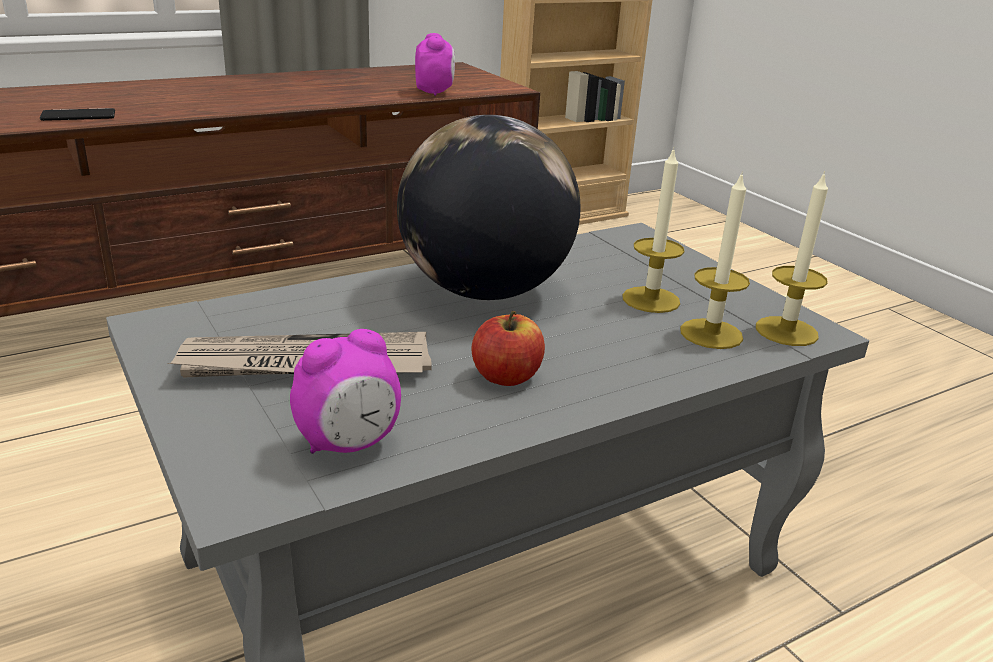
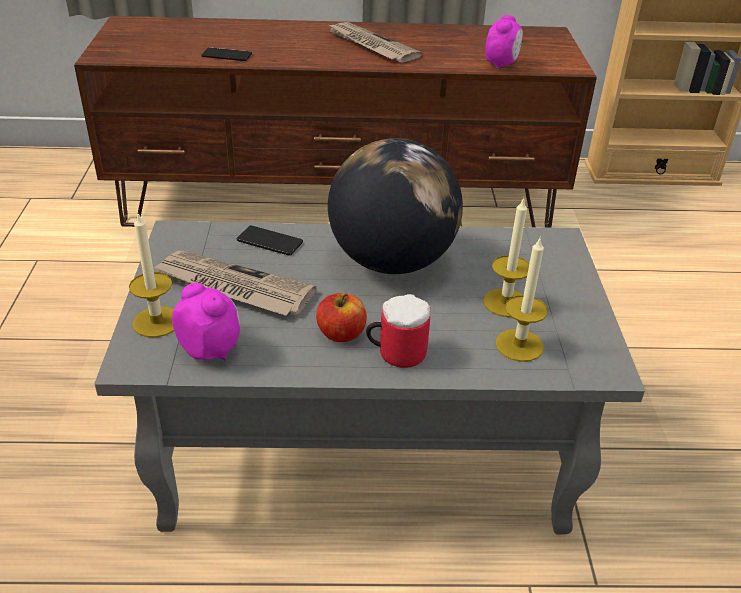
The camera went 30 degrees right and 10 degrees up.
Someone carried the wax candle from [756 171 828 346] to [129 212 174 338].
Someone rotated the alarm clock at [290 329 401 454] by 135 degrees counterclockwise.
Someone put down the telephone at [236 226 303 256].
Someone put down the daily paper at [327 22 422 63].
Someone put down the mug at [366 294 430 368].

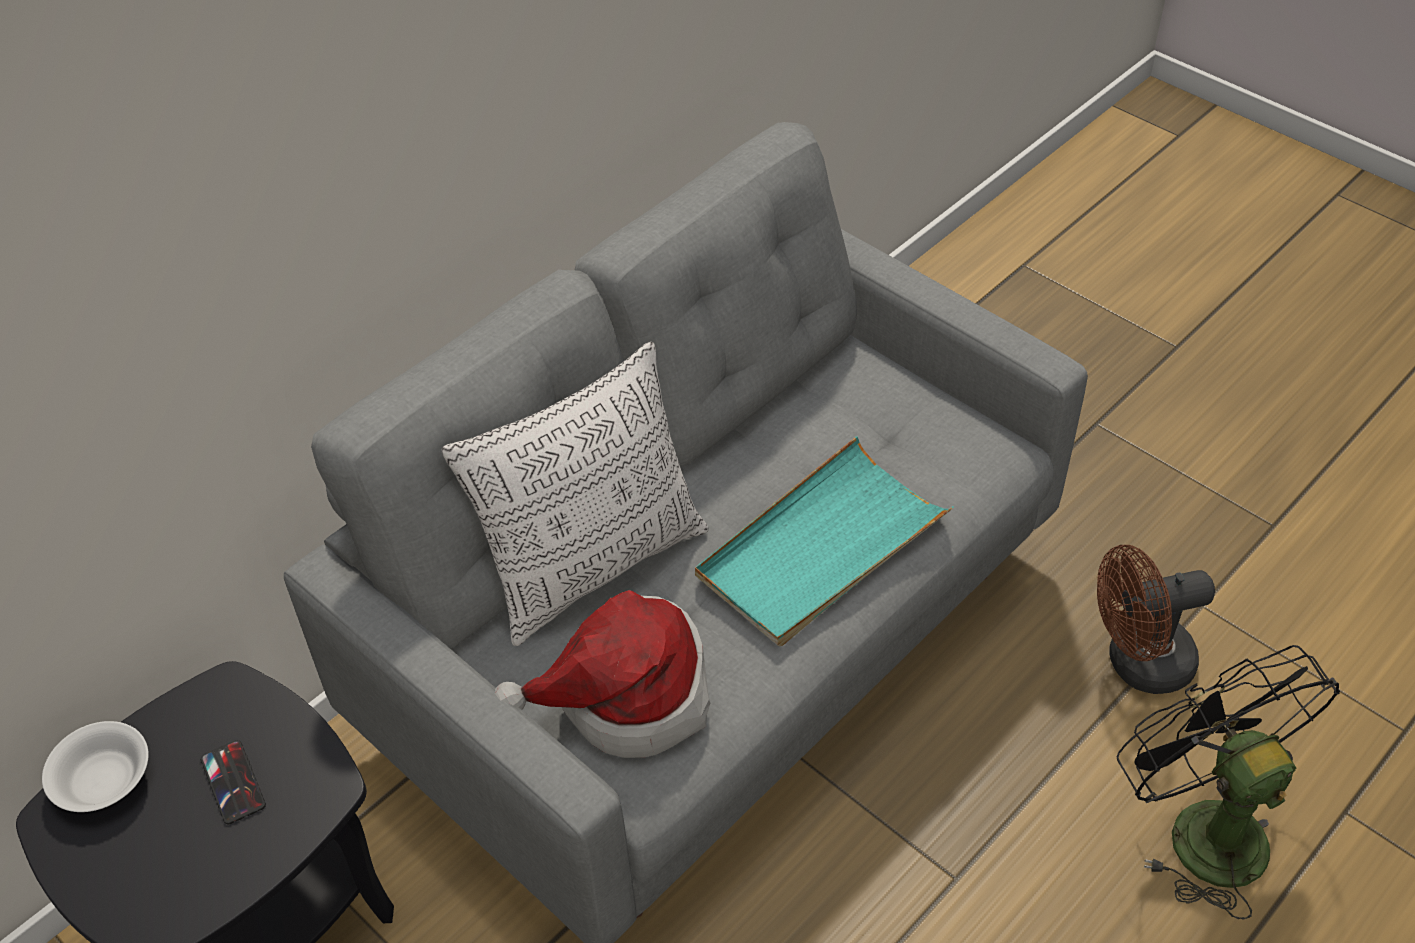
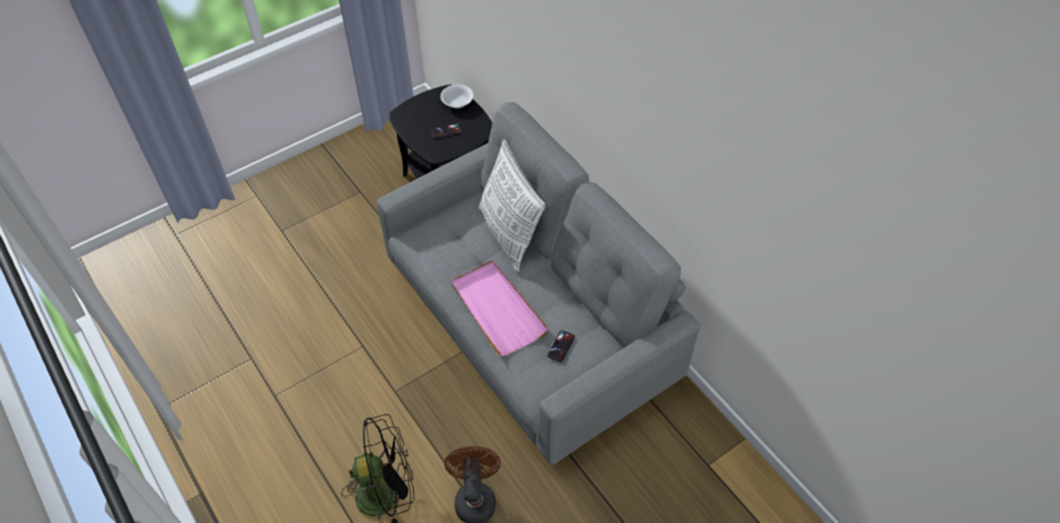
The camera went 100 degrees right and 5 degrees up.
Someone repainted the turquoise-coloured tray at [695 436 954 646], which became the pink tray at [451 260 549 356].
Someone put down the telephone at [547 330 575 362].
Someone took away the clothing hat at [495 590 710 758].

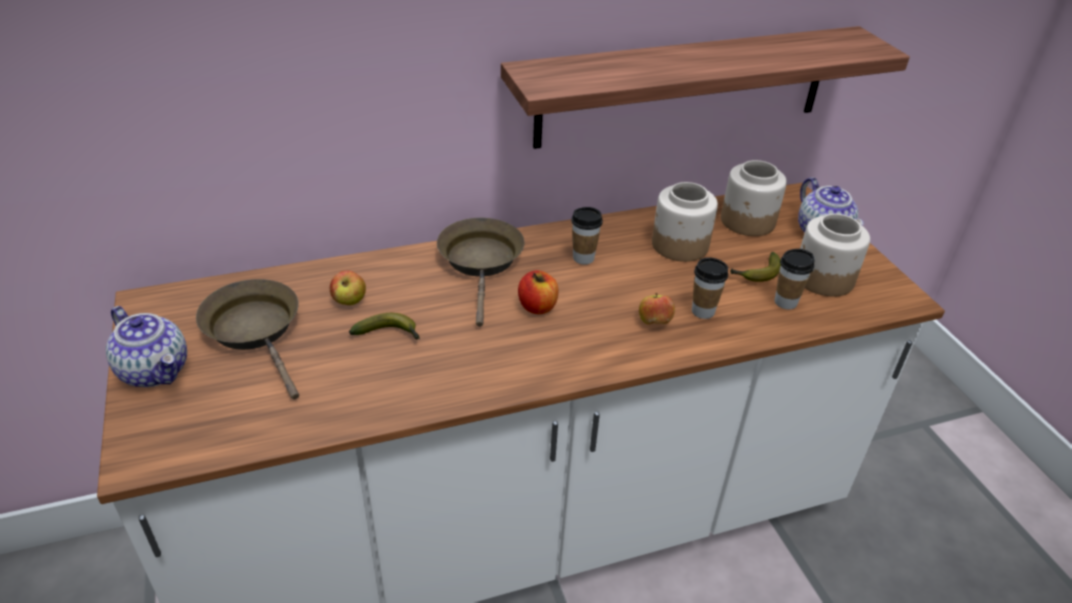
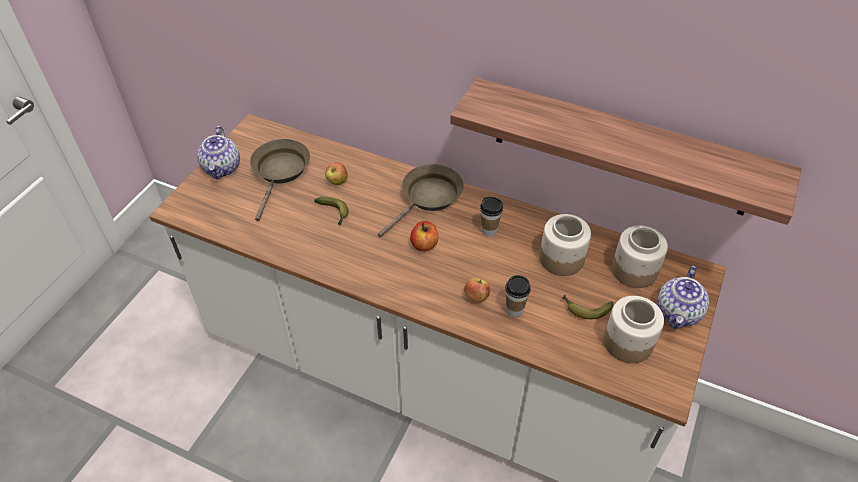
The camera went 45 degrees right and 10 degrees up.
Someone took away the drinking cup at [775 249 815 309].

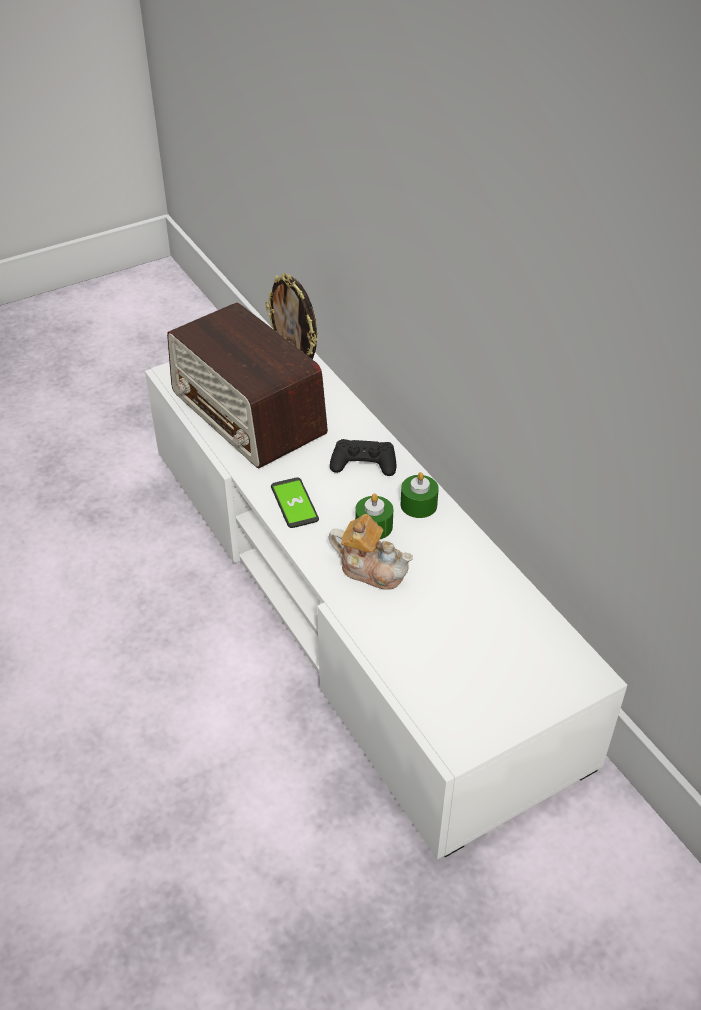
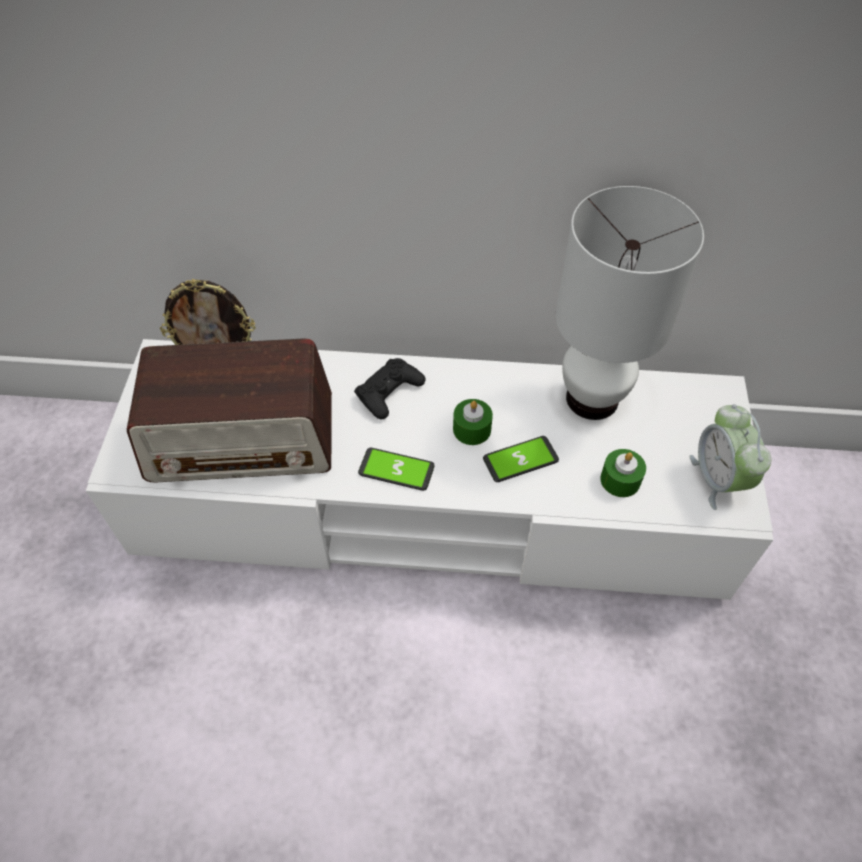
The camera went 55 degrees left and 10 degrees up.
Someone swapped the teapot at [328 514 413 590] for the telephone at [483 436 559 482].
Someone put down the whitish lamp for a table at [556 186 704 420].
Someone carried the greenish wax candle from [401 472 439 518] to [600 449 646 497].
Someone put down the alarm clock at [690 404 771 510].

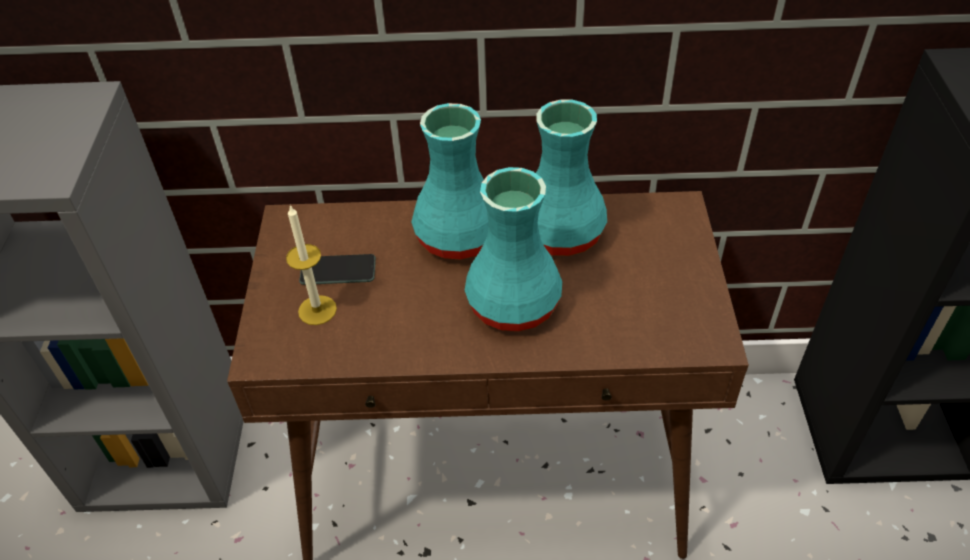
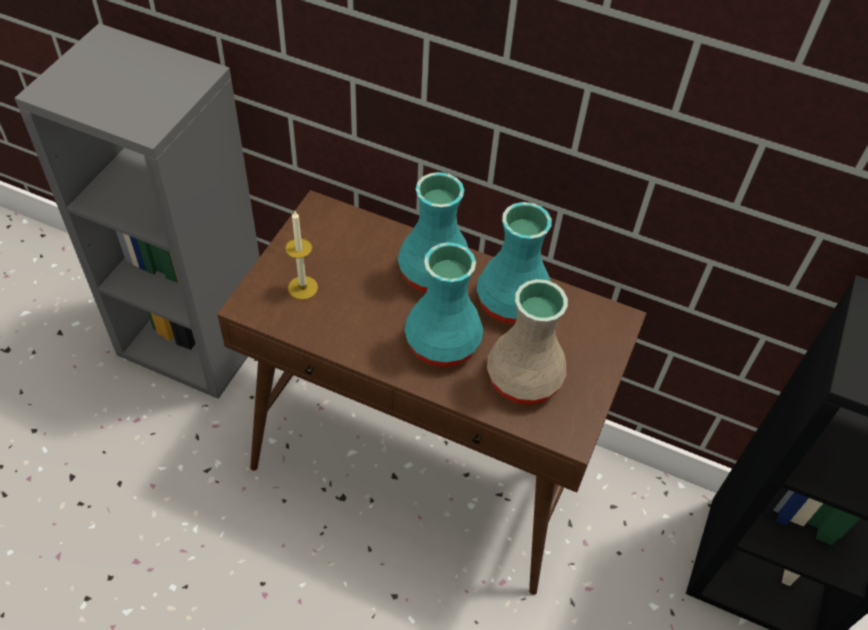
The camera went 20 degrees right and 5 degrees up.
Someone put down the sand-coloured decorative vase at [487 279 568 405].
Someone took away the telephone at [299 254 376 285].

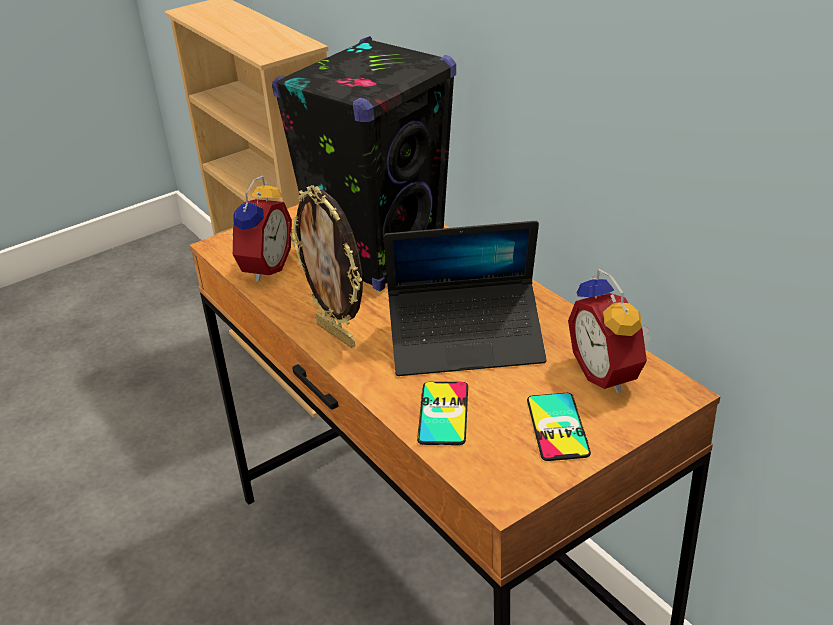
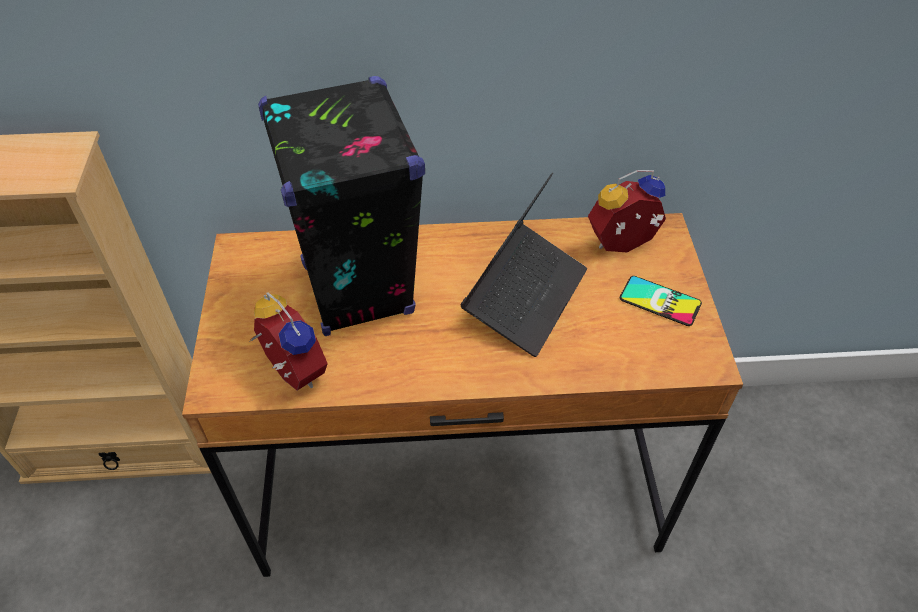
The camera went 60 degrees left and 15 degrees up.
Someone rotated the alarm clock at [568 269 651 394] by 150 degrees clockwise.
Someone took away the photo frame at [290 185 363 348].
Someone took away the telephone at [417 382 468 445].

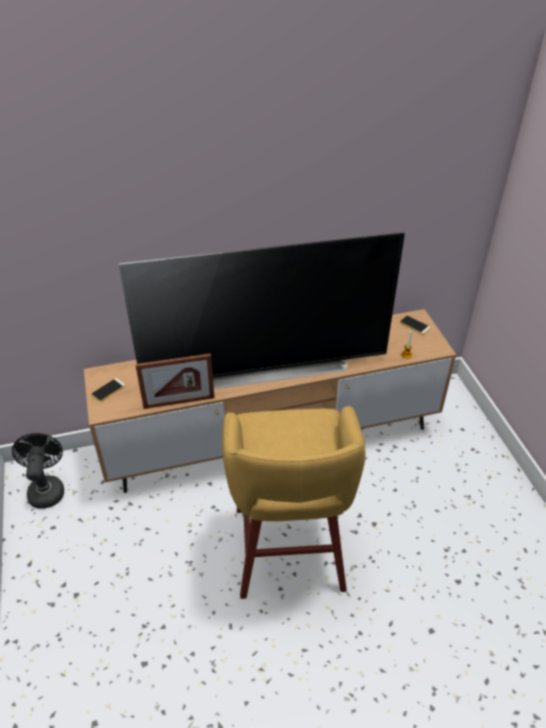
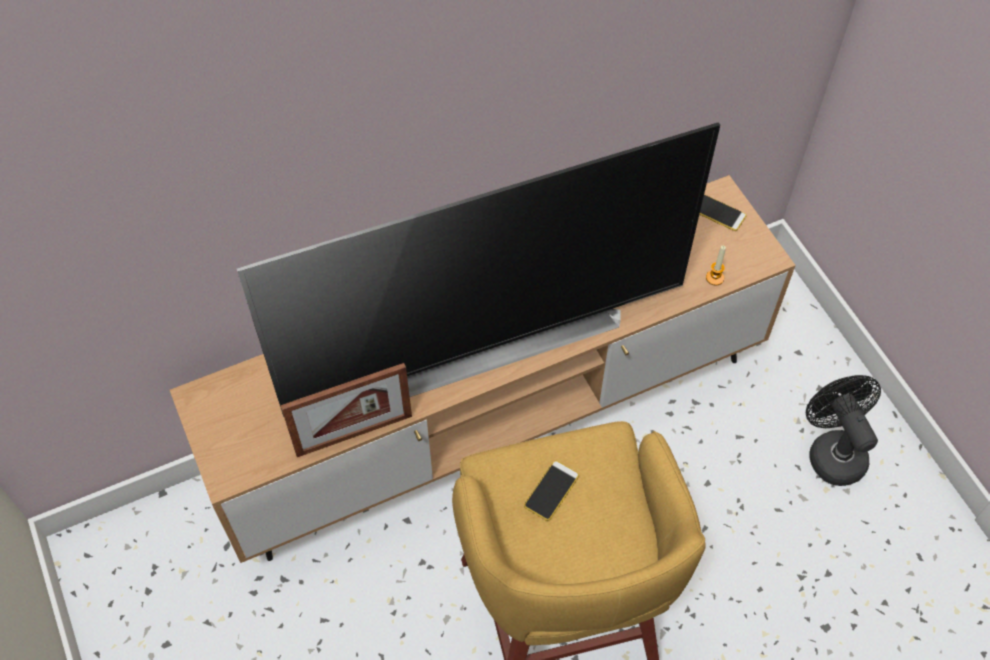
The camera went 10 degrees left and 15 degrees up.
Someone carried the telephone from [91 378 126 402] to [524 461 579 521].
Someone carried the black cooling fan from [12 433 64 509] to [806 375 881 486].

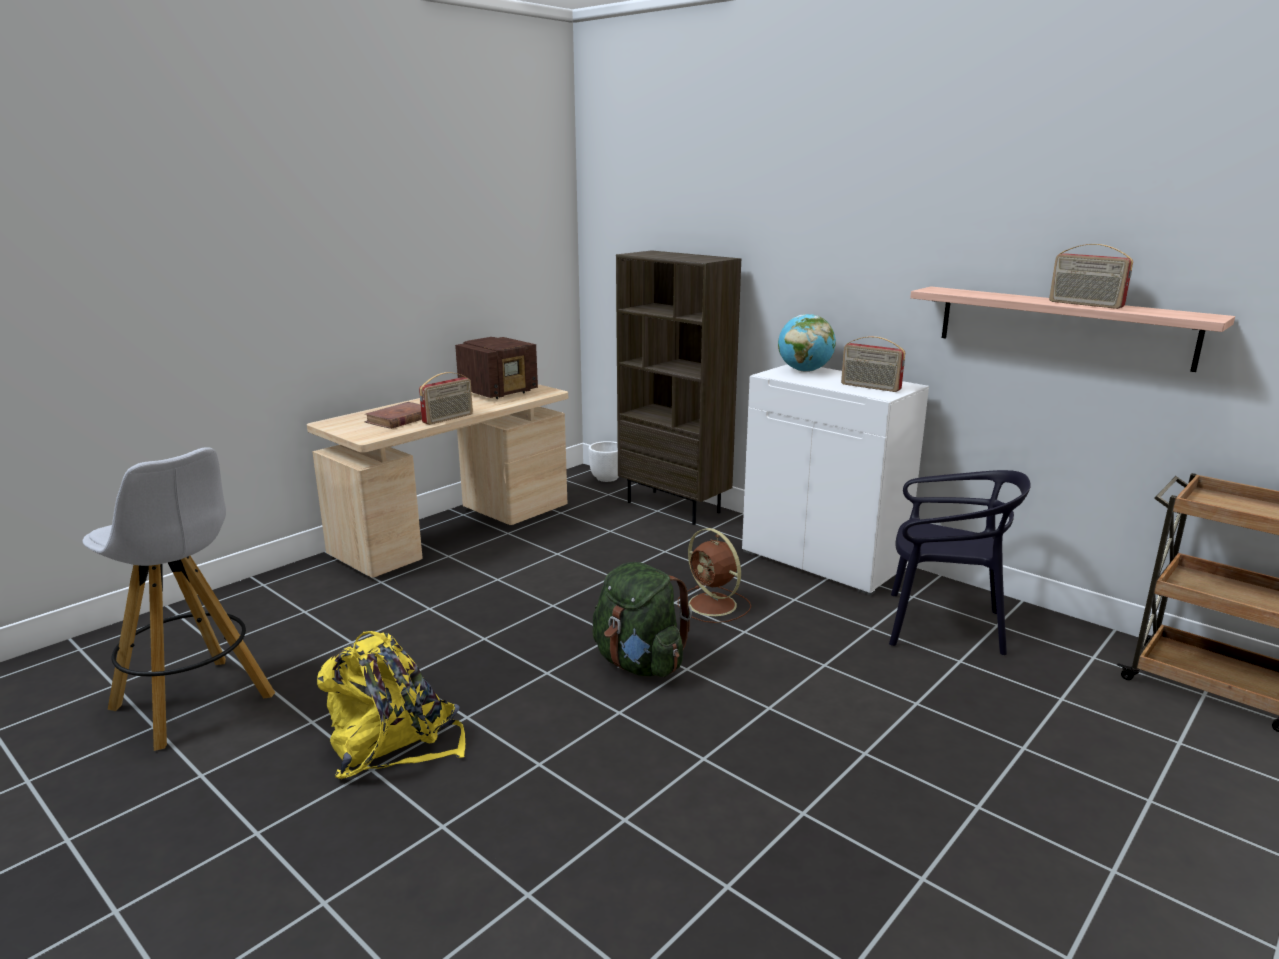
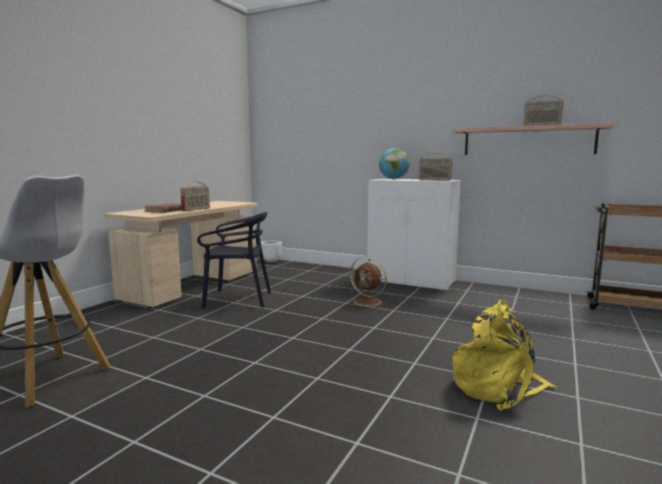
The camera went 15 degrees left and 10 degrees down.
Someone carried the black upright chair from [889 470 1031 655] to [197 212 271 309].
Someone carried the yellowish backpack from [317 631 465 779] to [452 300 557 411].
Someone took away the radio set at [455 337 538 399].
Someone took away the greenish backpack at [593 562 692 677].
Someone took away the brown bookshelf at [616 250 741 525].

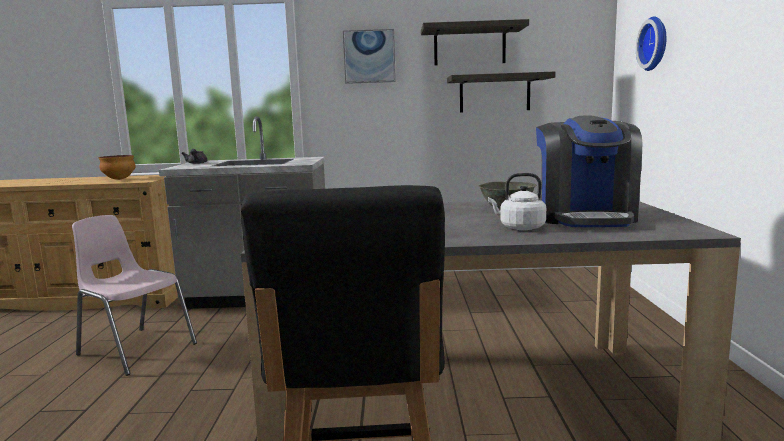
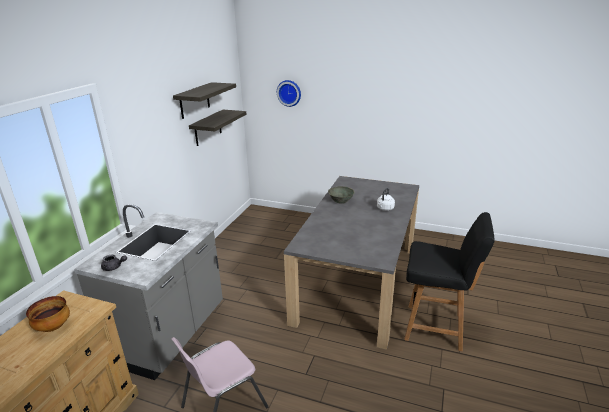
The camera went 70 degrees left and 15 degrees up.
Someone took away the wall art at [343 29 396 84].
Someone took away the coffee brewer at [536 115 642 227].

